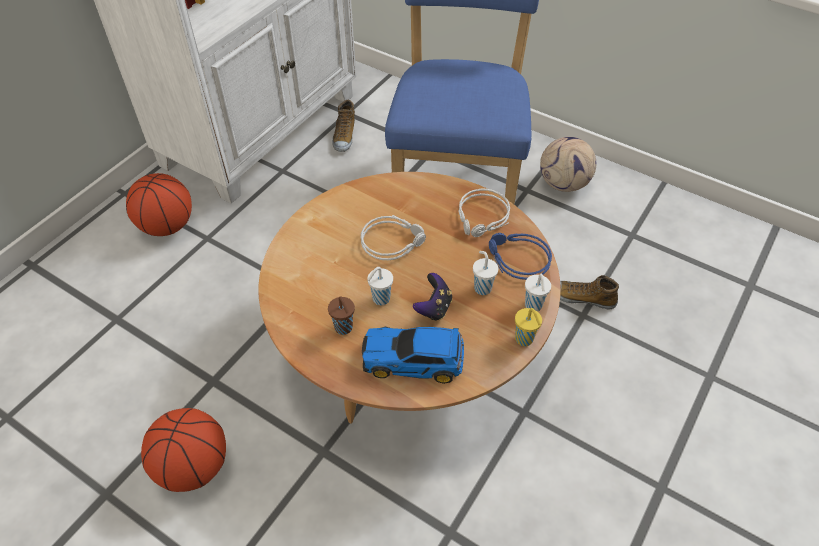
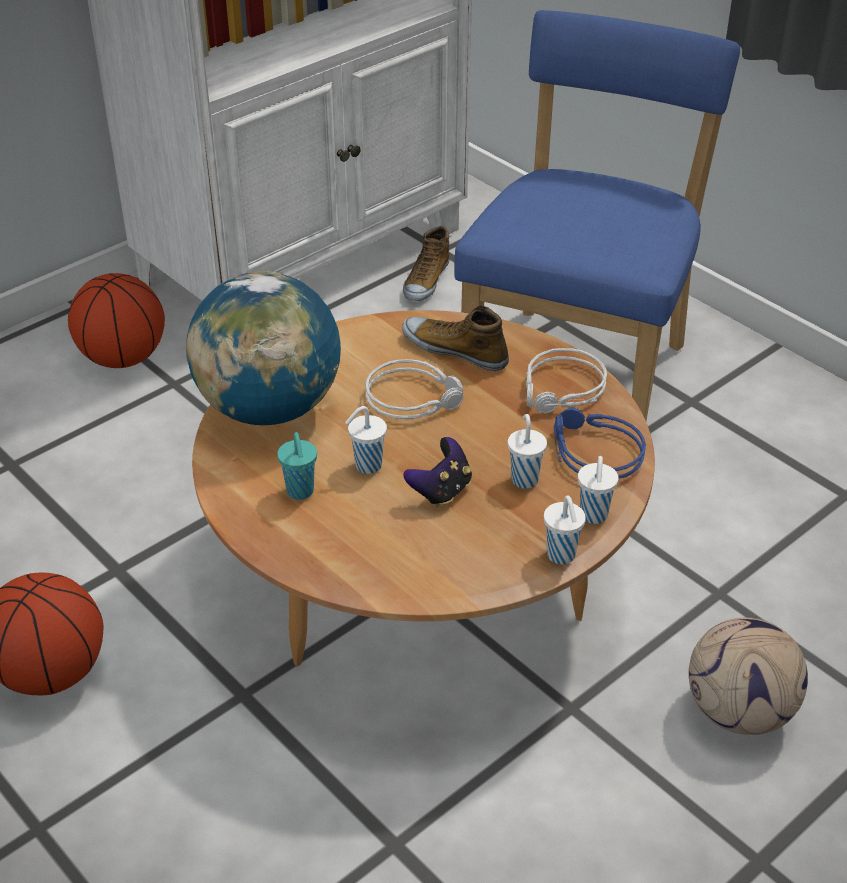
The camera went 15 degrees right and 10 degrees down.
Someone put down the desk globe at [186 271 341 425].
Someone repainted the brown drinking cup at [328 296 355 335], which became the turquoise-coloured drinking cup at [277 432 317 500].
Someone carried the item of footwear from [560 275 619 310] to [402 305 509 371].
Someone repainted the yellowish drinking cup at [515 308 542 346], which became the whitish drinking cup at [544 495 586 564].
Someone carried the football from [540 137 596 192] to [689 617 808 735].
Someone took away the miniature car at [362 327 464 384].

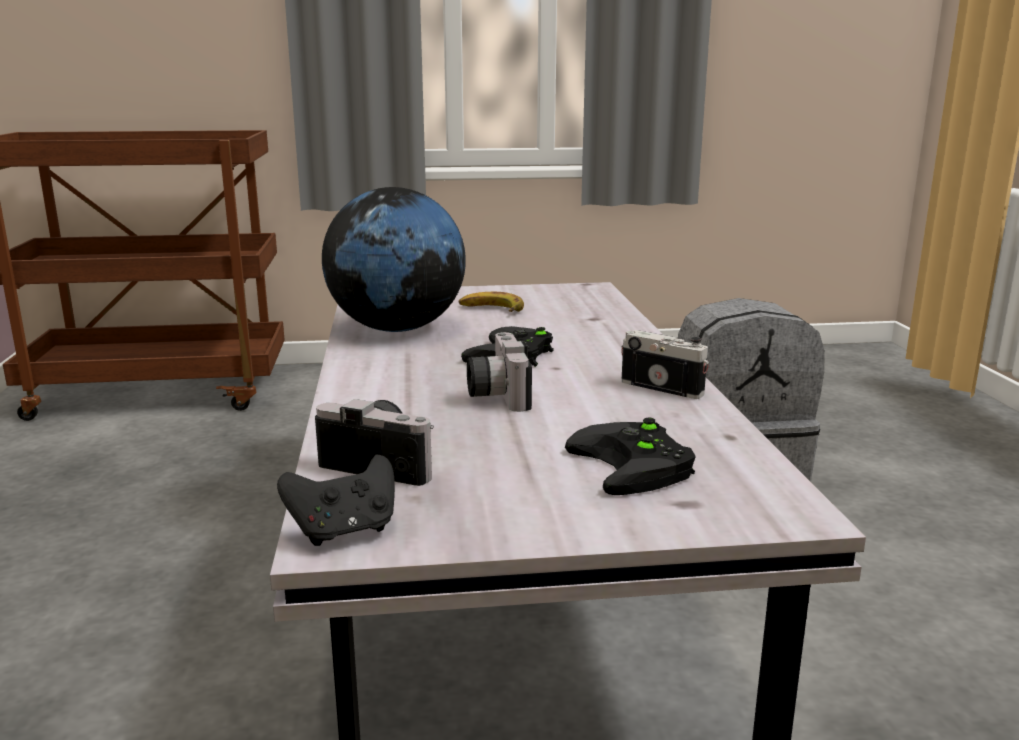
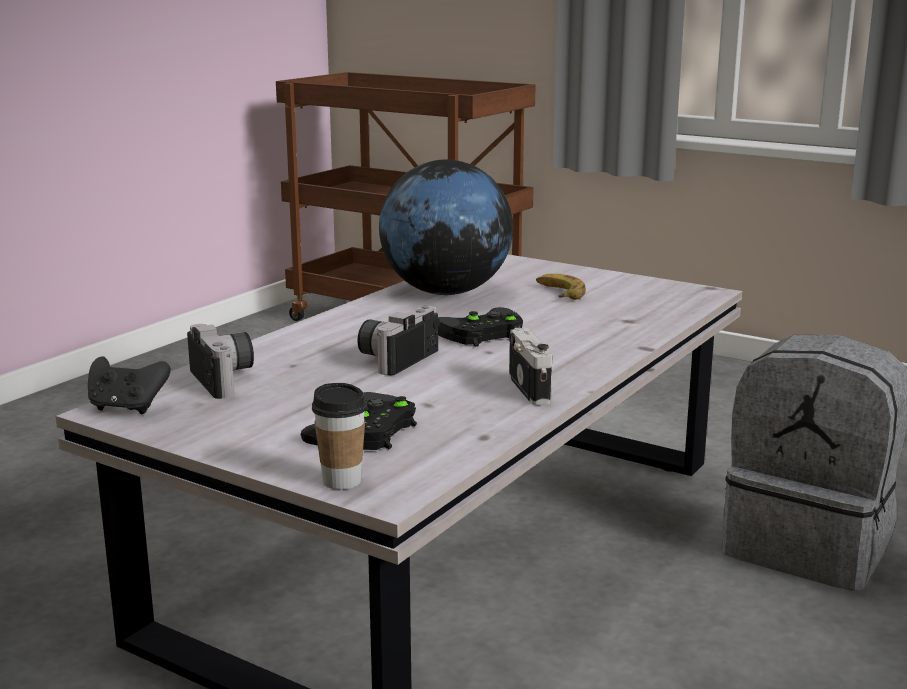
The camera went 40 degrees right and 0 degrees up.
Someone put down the drinking cup at [312 383 367 490].

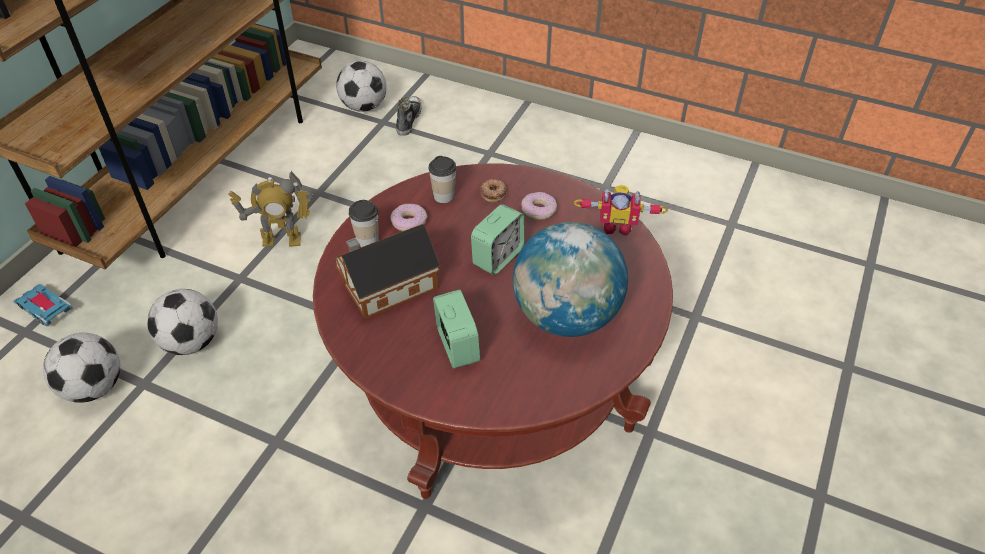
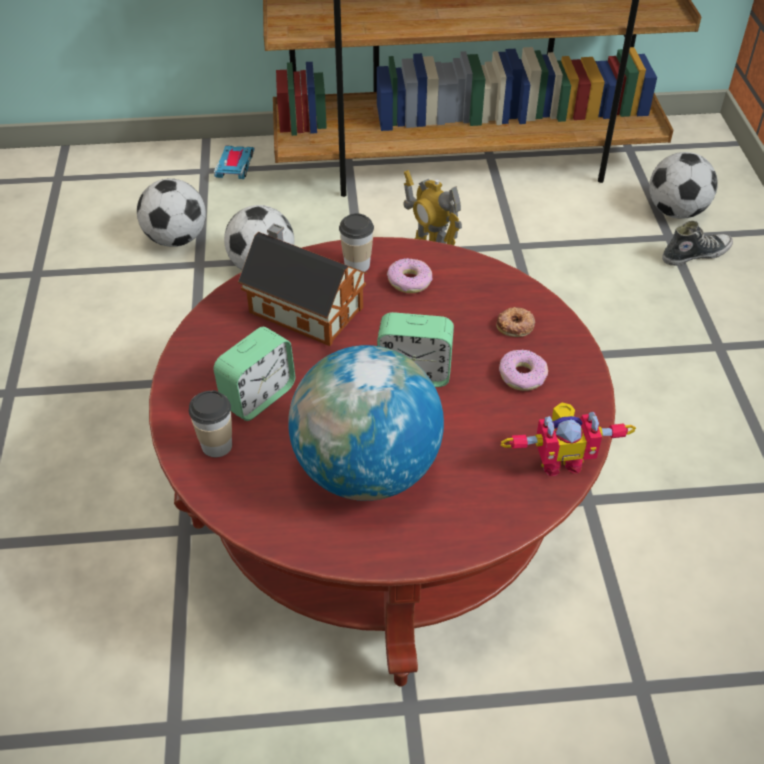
The camera went 60 degrees right and 0 degrees up.
Someone carried the drinking cup from [429 156 456 203] to [189 390 232 457].
Someone rotated the model robot at [574 185 668 236] by 75 degrees counterclockwise.

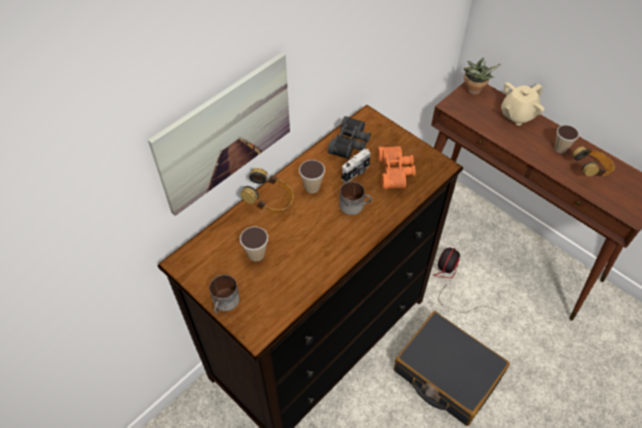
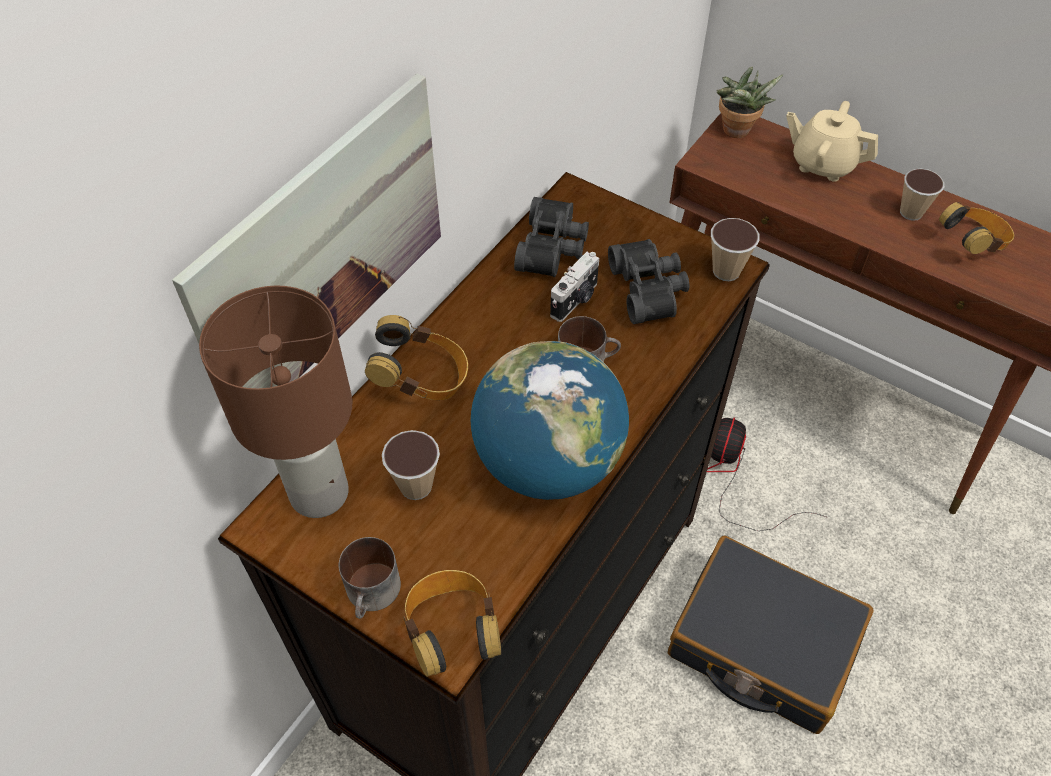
The camera went 10 degrees left and 0 degrees up.
Someone put down the brown lamp for a table at [199 286 352 518].
Someone put down the pair of headphones at [403 570 501 677].
Someone put down the desk globe at [471 341 629 500].
Someone repainted the orangey pair of binoculars at [378 146 415 189], which became the black pair of binoculars at [608 239 689 324].
Someone carried the drinking cup from [299 160 325 193] to [711 218 760 281].
Someone rotated the sand-coloured teapot at [501 82 544 125] by 75 degrees clockwise.

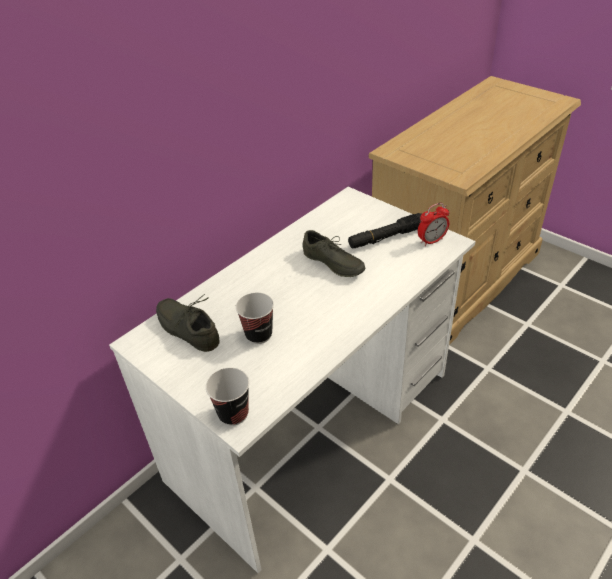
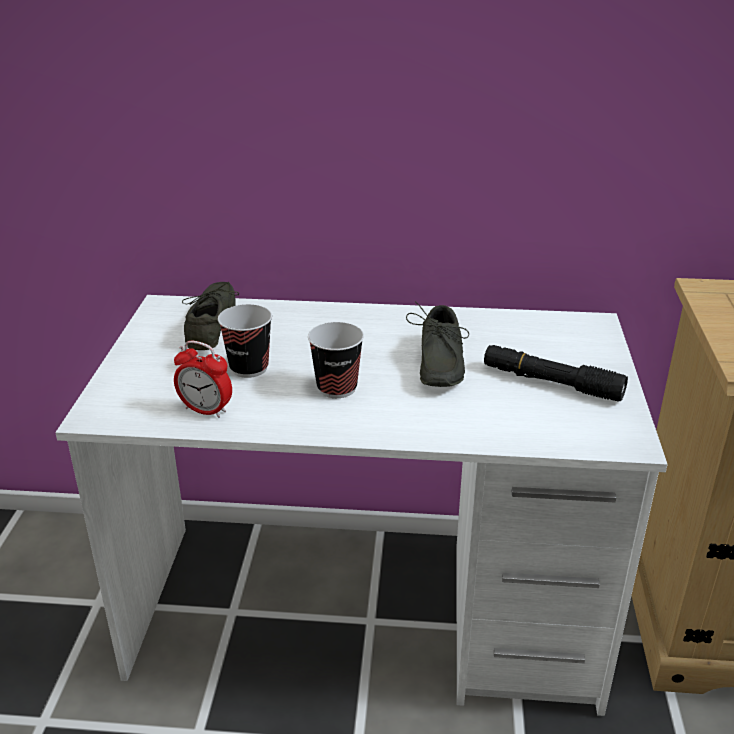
The camera went 50 degrees right and 10 degrees down.
Someone carried the alarm clock from [418 203 449 246] to [174 341 232 418].
Someone carried the drinking cup from [206 368 249 426] to [308 322 364 398].

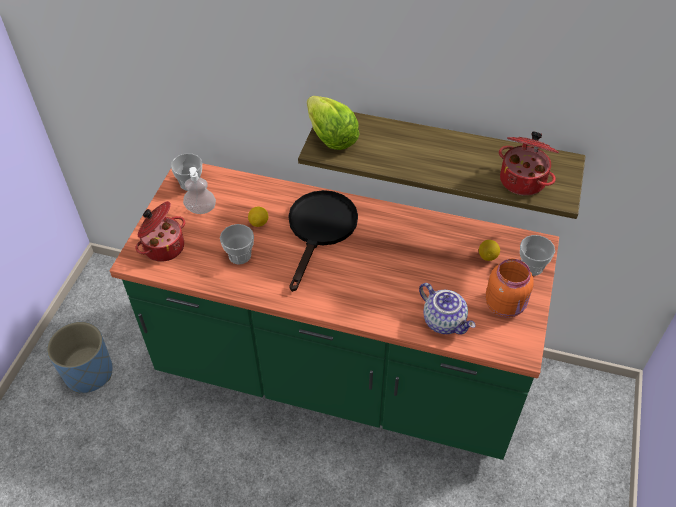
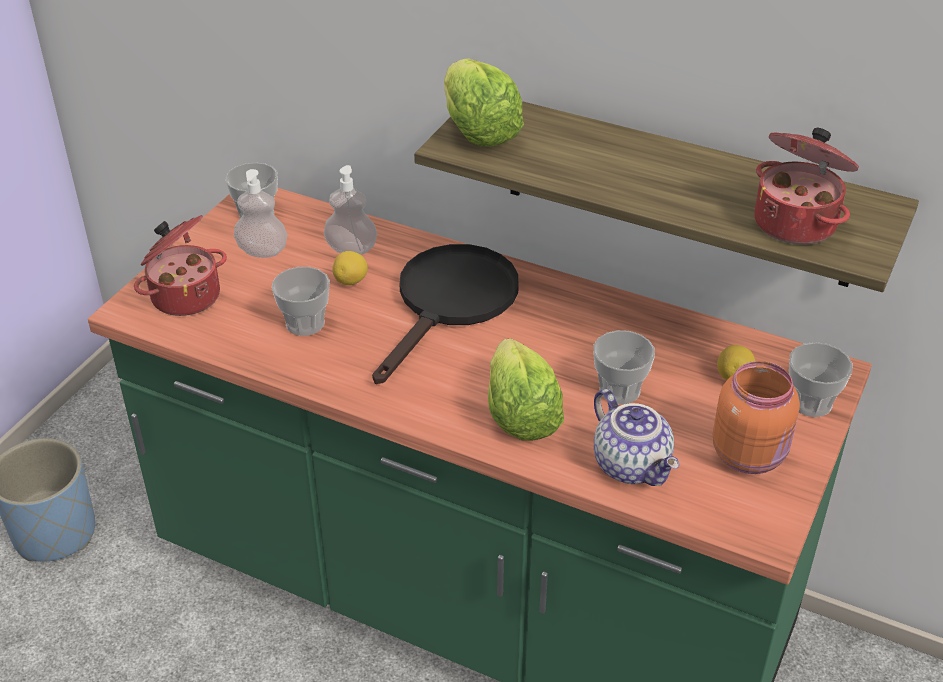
The camera went 10 degrees right and 10 degrees down.
Someone put down the soap bottle at [324 165 377 255].
Someone put down the head of lettuce at [488 339 564 441].
Someone put down the drinking cup at [593 330 655 404].

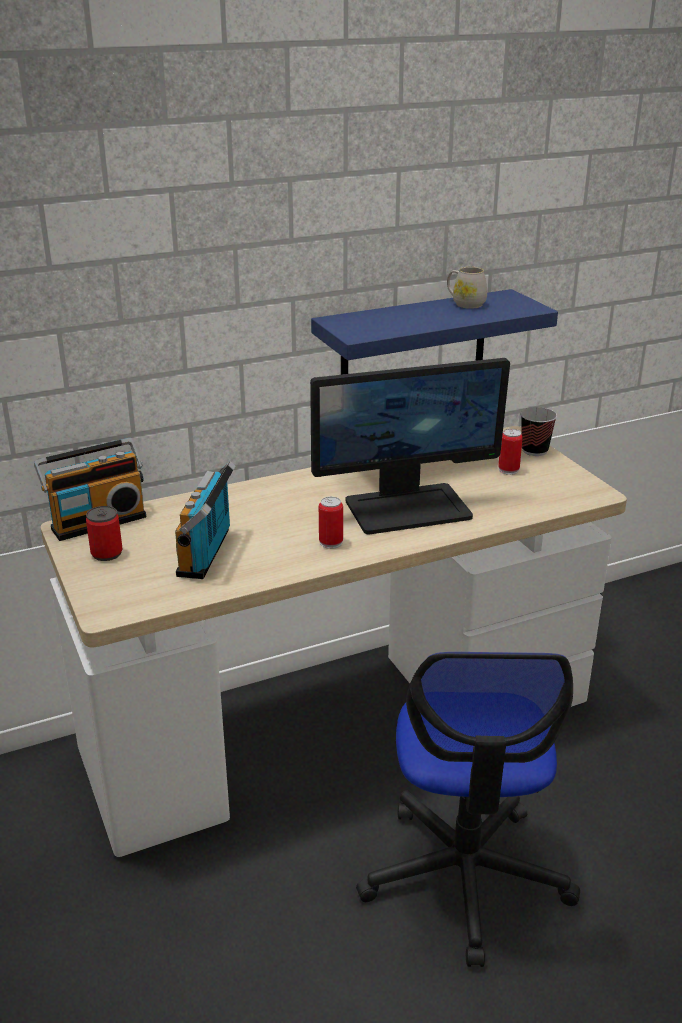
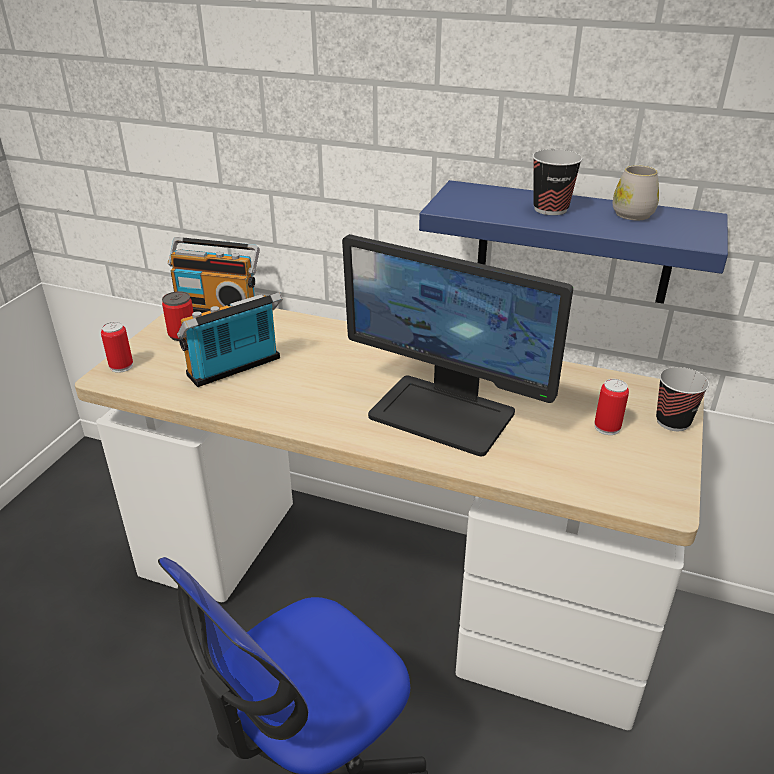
The camera went 45 degrees right and 5 degrees up.
Someone carried the sealed can from [319 497 343 549] to [101 322 133 373].
Someone put down the drinking cup at [532 149 582 215].

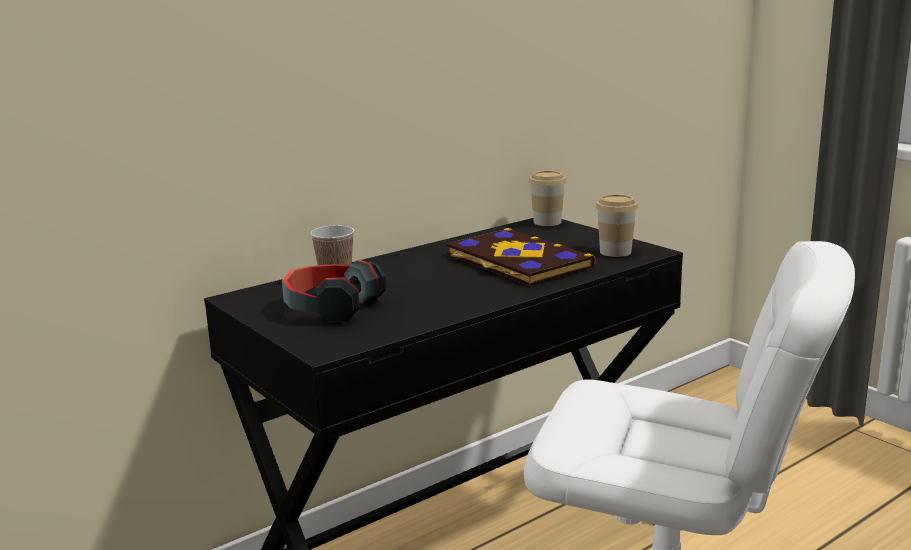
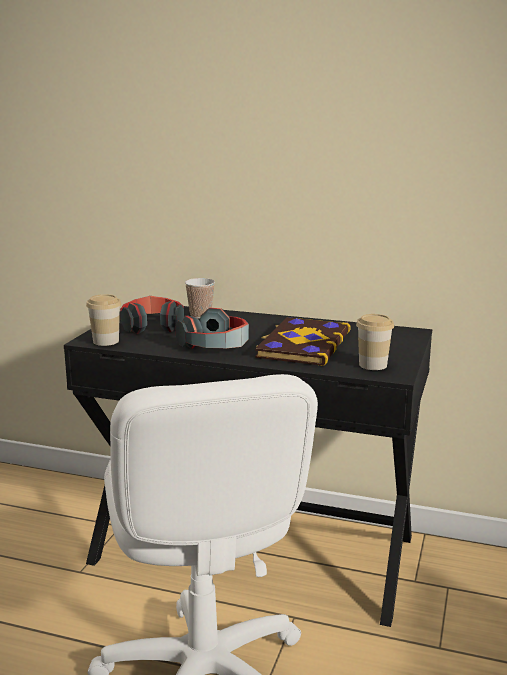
The camera went 55 degrees right and 0 degrees up.
Someone carried the drinking cup from [529 171 567 226] to [86 294 121 346].
Someone put down the pair of headphones at [175 308 249 349].

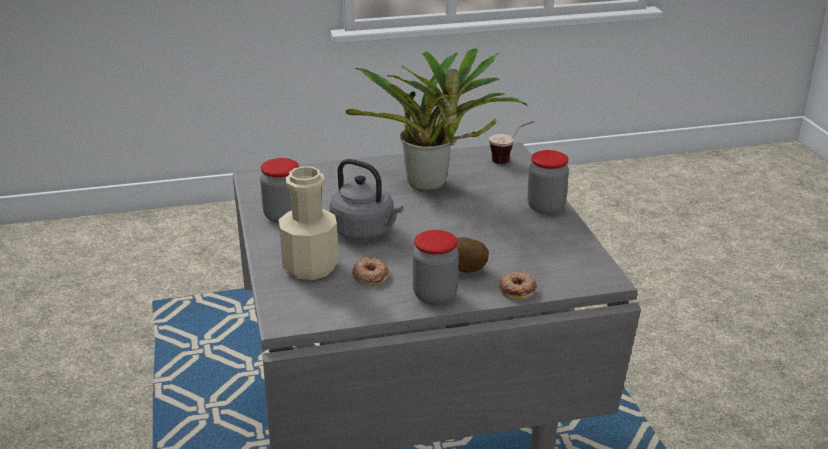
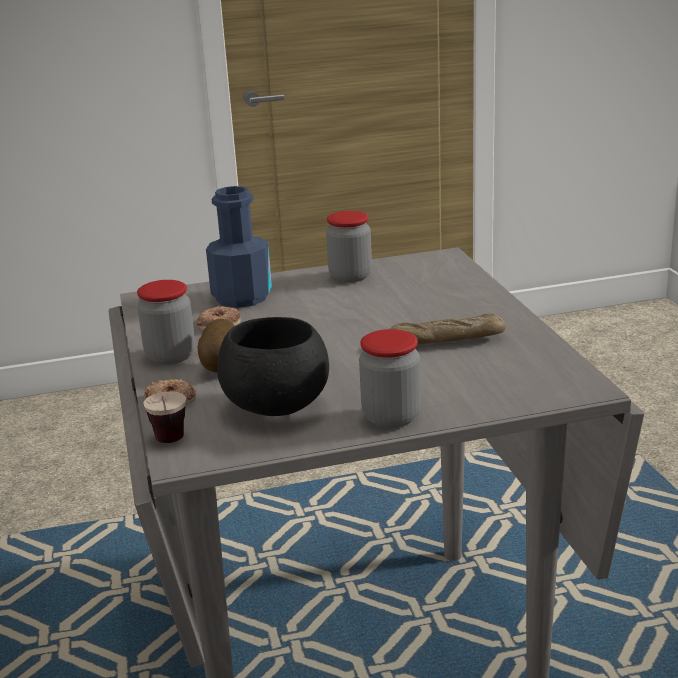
The camera went 90 degrees right and 5 degrees down.
Someone carried the drinking cup from [489 121 534 164] to [144 391 186 443].
Someone repainted the sand-coloured bottle at [279 166 339 280], which became the blue bottle at [206 186 272 308].
Someone put down the black bowl at [217 317 329 416].
Someone swapped the houseplant at [345 48 528 191] for the baked bread at [390 314 506 345].
Someone took away the grey water kettle at [329 159 403 240].

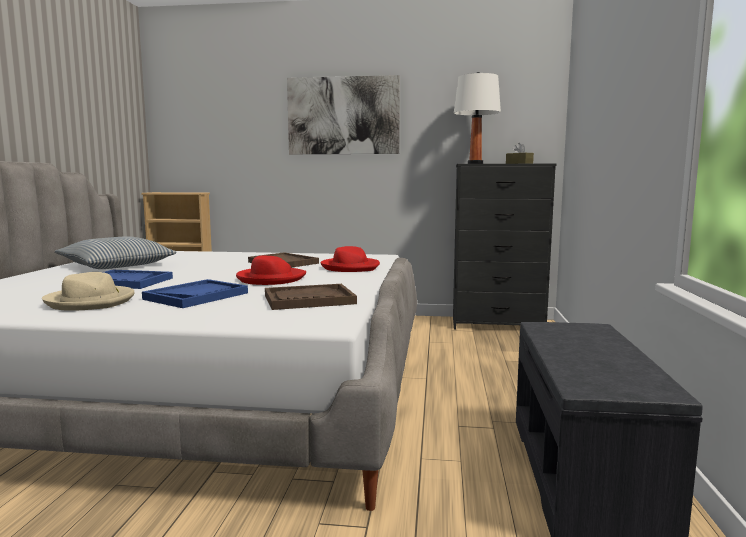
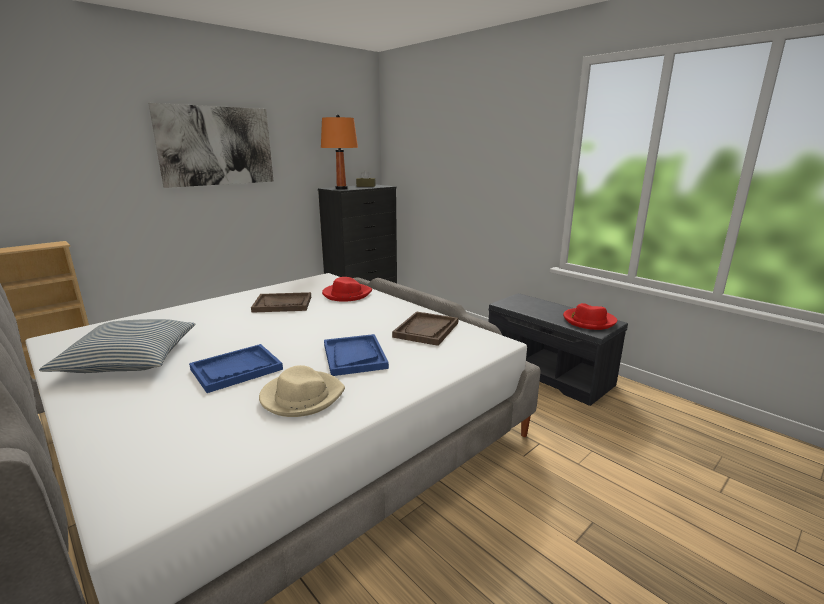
The camera went 50 degrees left and 10 degrees up.
Someone repainted the whitish lamp for a table at [454 72 501 164], which became the orangey lamp for a table at [321 114 358 189].
Someone carried the red-coloured clothing hat from [236 255 306 285] to [563 303 617 330].

